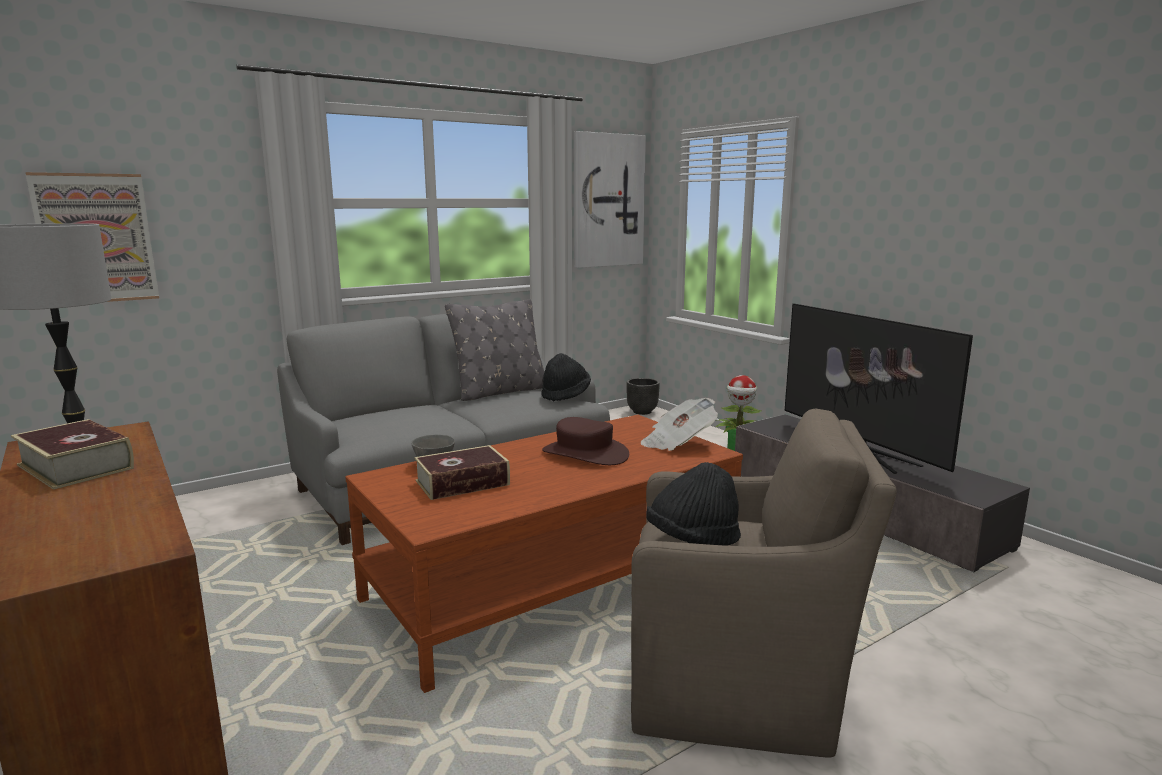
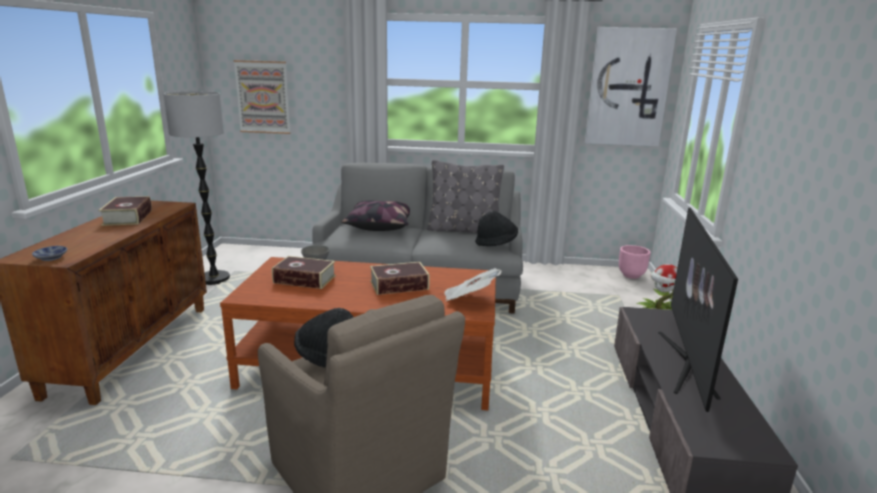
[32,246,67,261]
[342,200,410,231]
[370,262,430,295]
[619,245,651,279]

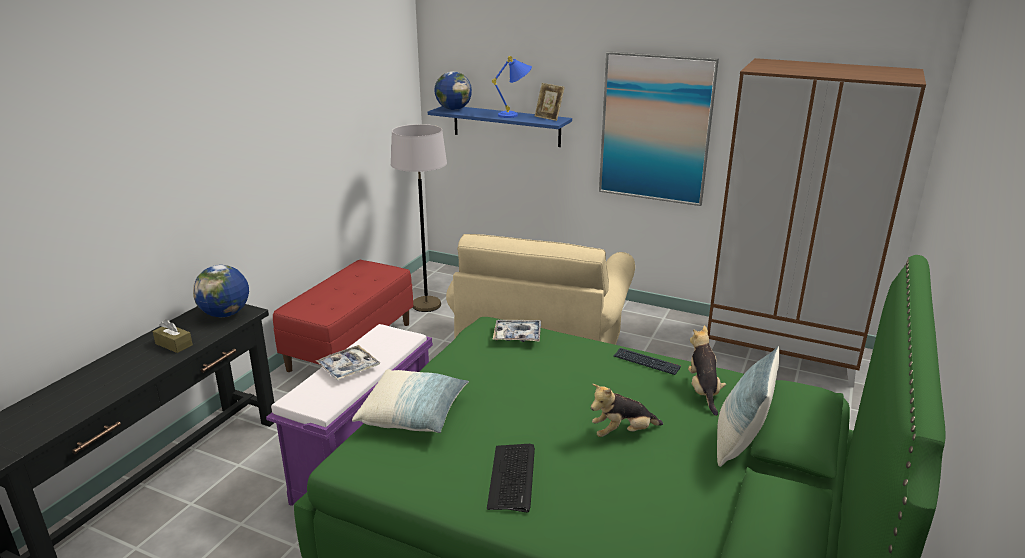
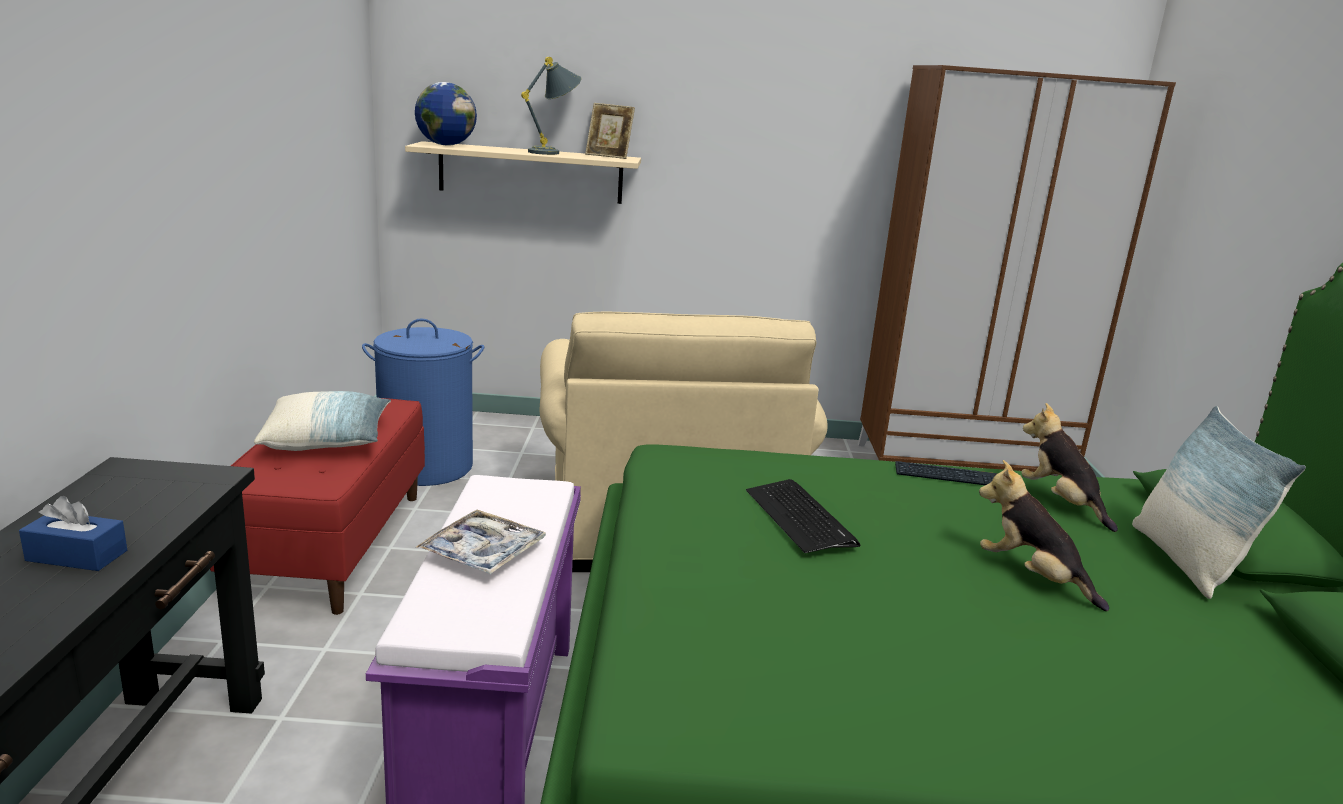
[19,496,127,571]
[254,391,391,451]
[362,318,484,486]
[405,141,641,204]
[521,57,582,155]
[746,479,861,553]
[979,460,1109,611]
[193,265,249,317] (first image)
[492,320,541,342] (first image)
[599,51,719,206] (first image)

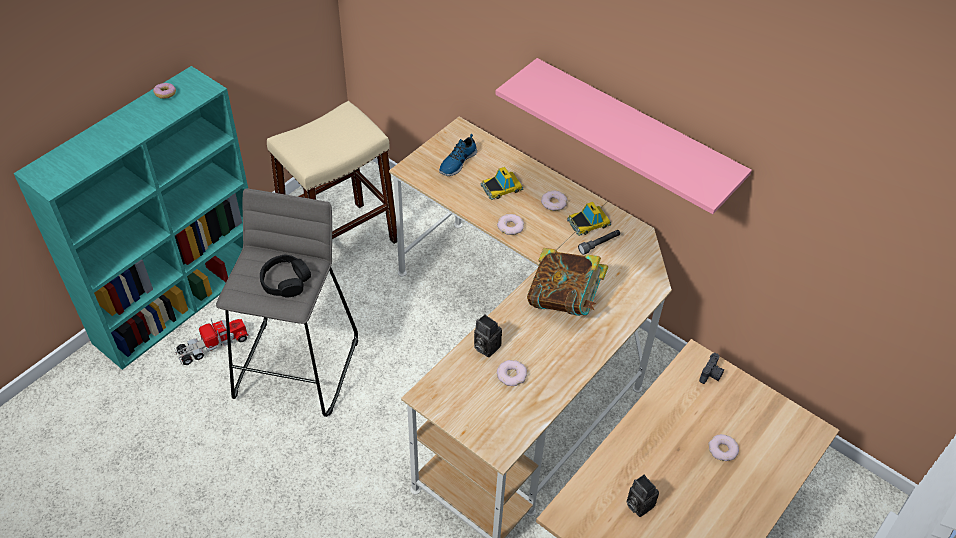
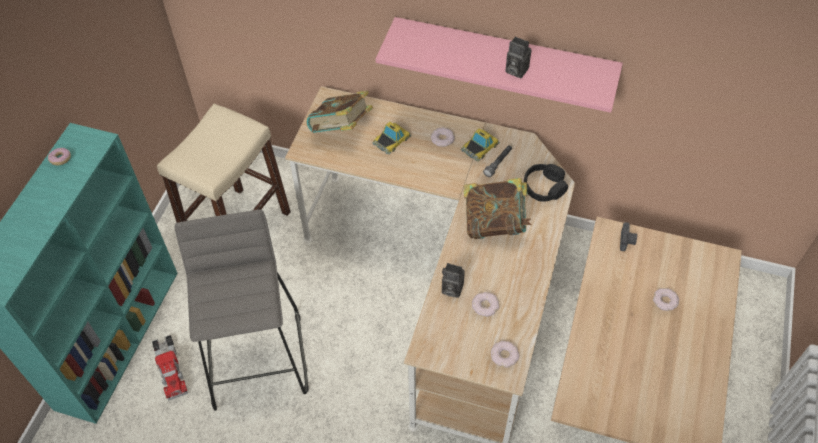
[152,335,188,400]
[307,90,373,133]
[490,341,519,368]
[505,36,531,78]
[524,164,568,202]

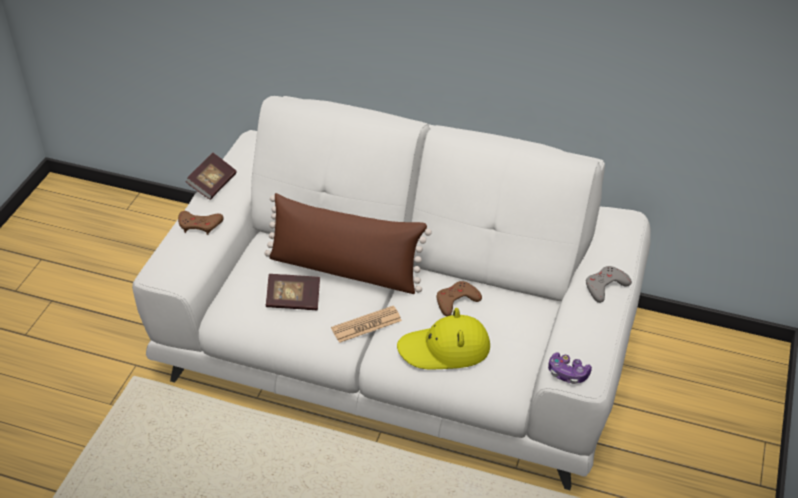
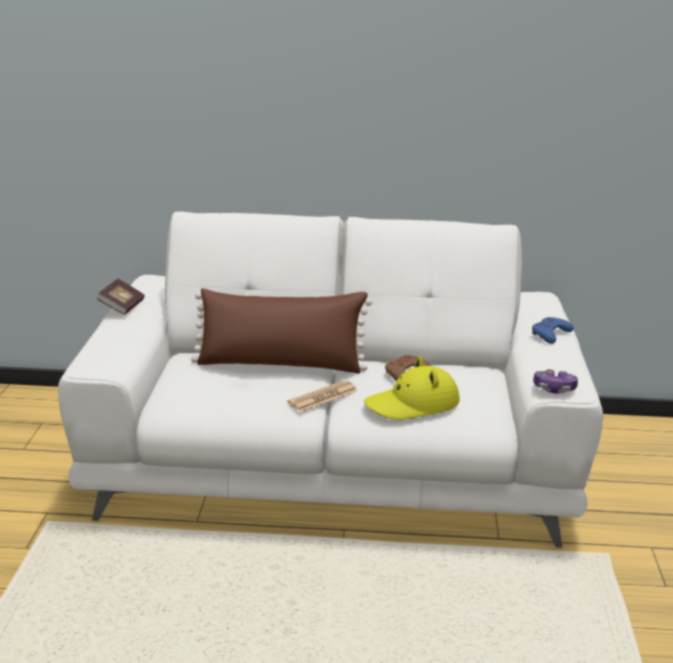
[532,317,574,344]
[178,211,224,235] (first image)
[266,274,320,310] (first image)

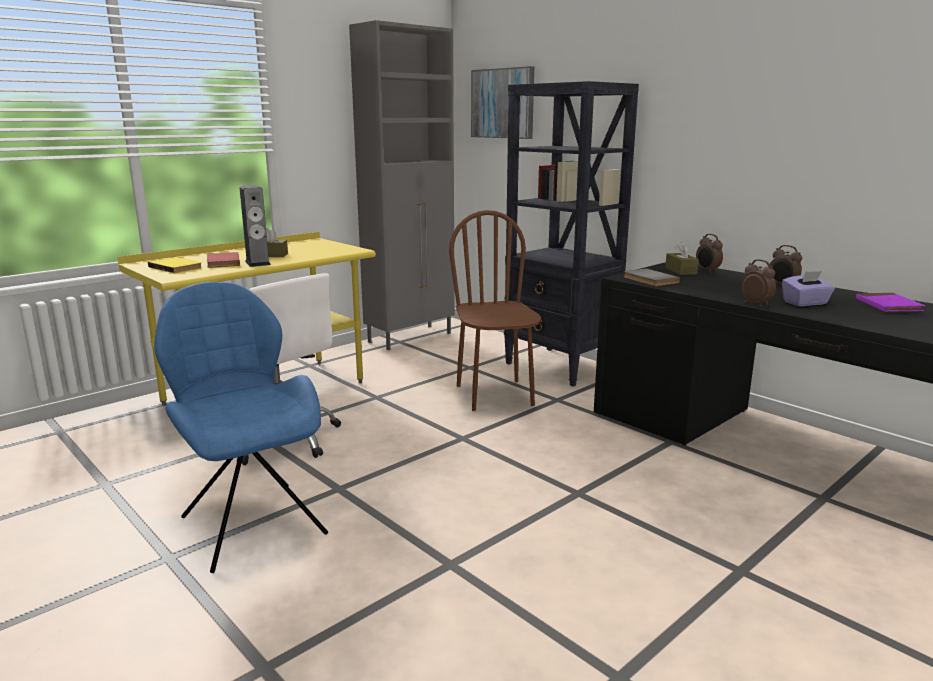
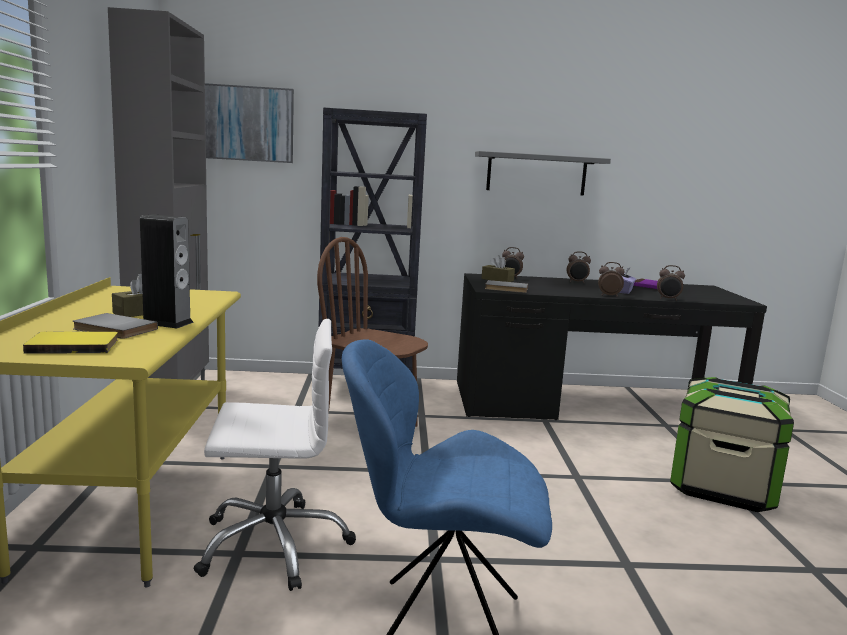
[73,313,158,339]
[475,151,611,196]
[657,265,685,301]
[670,377,794,512]

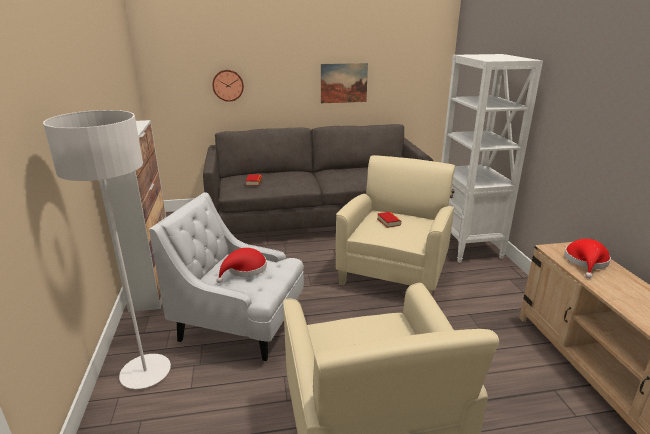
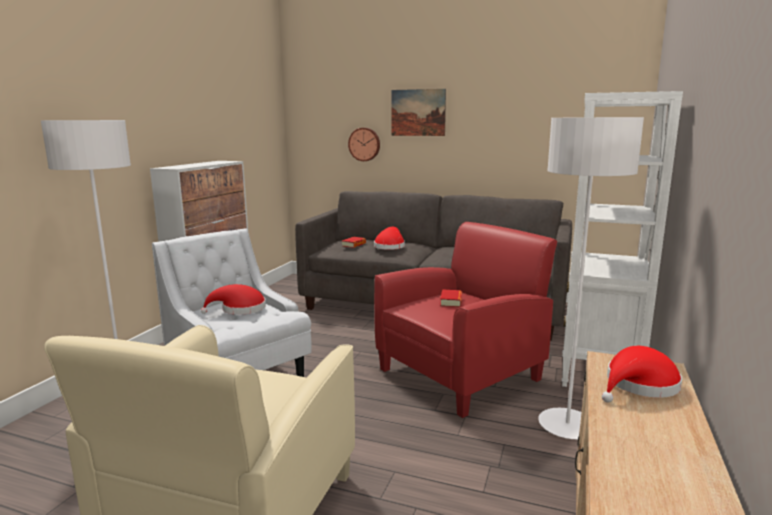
[374,222,557,418]
[374,227,405,250]
[391,89,446,136]
[538,117,644,439]

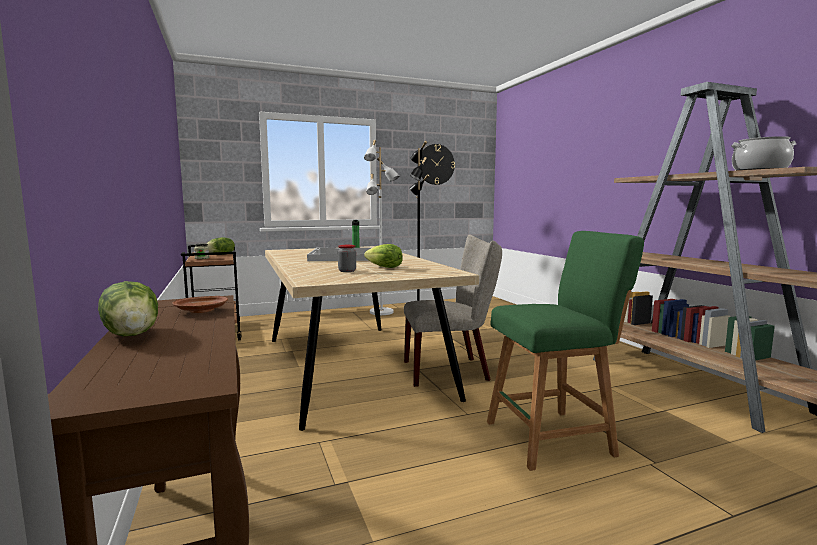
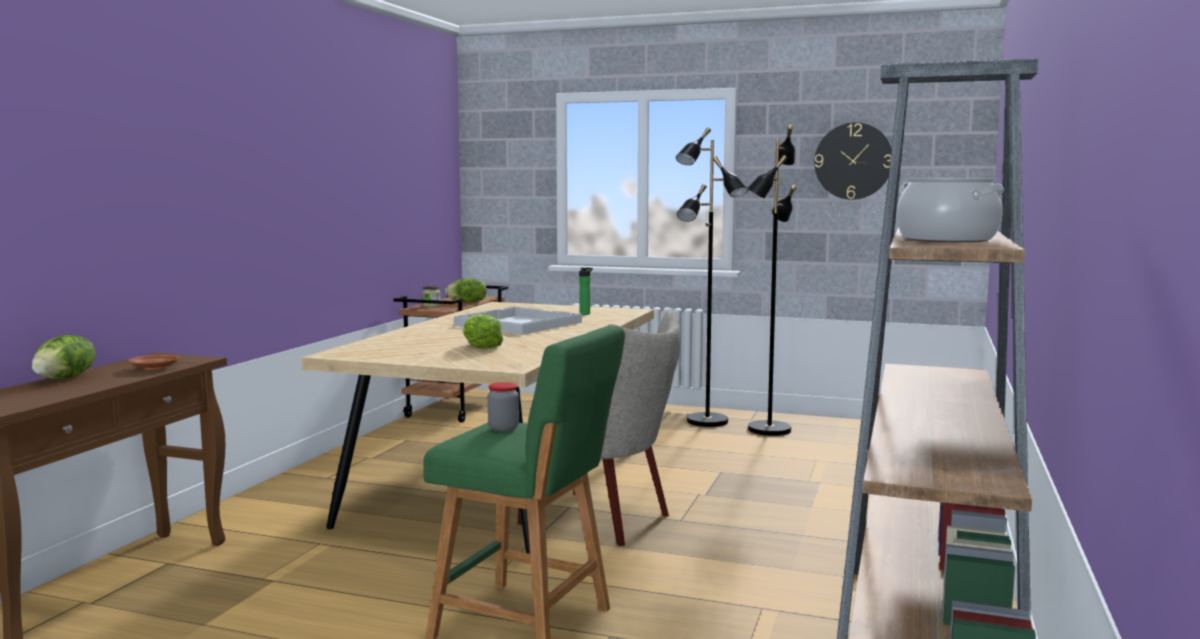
[488,382,519,431]
[676,127,749,427]

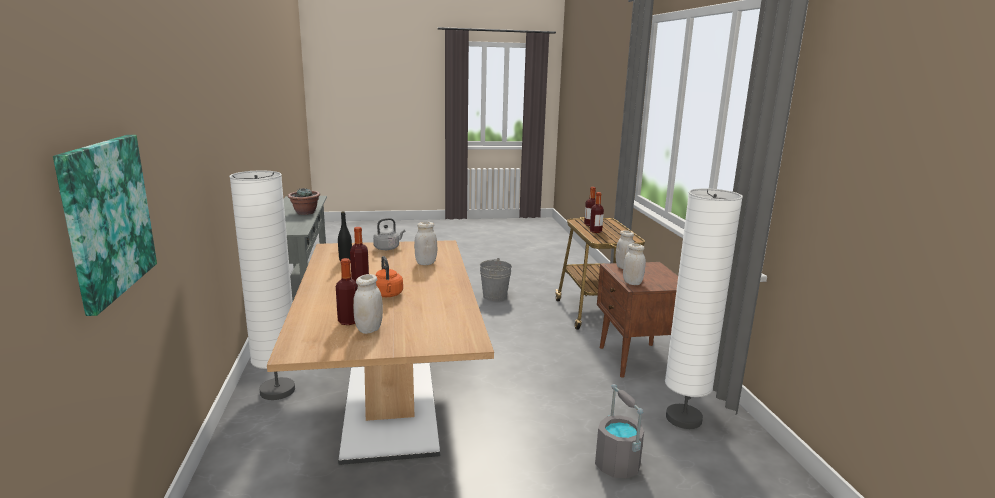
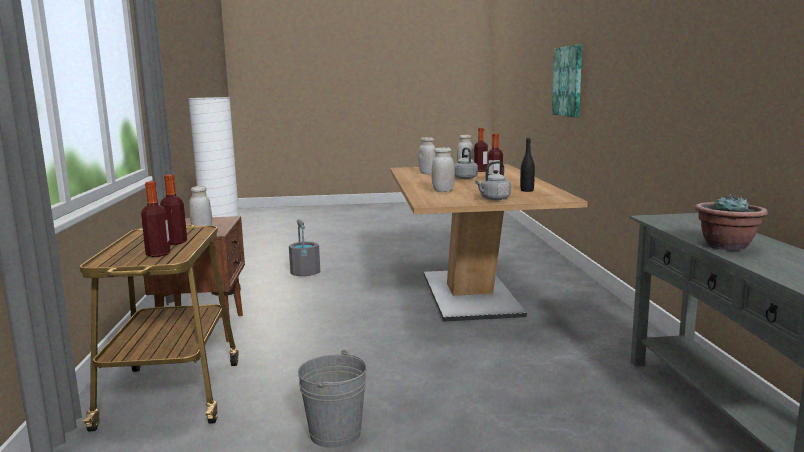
[418,137,436,174]
[454,147,478,179]
[229,170,295,400] (first image)

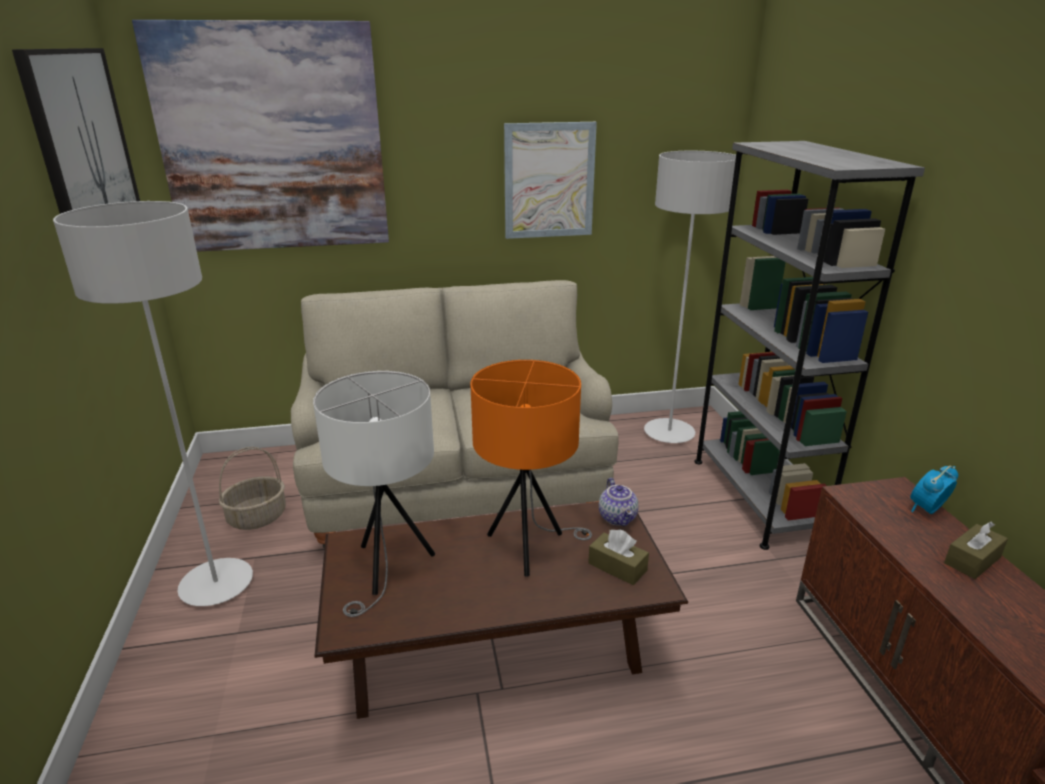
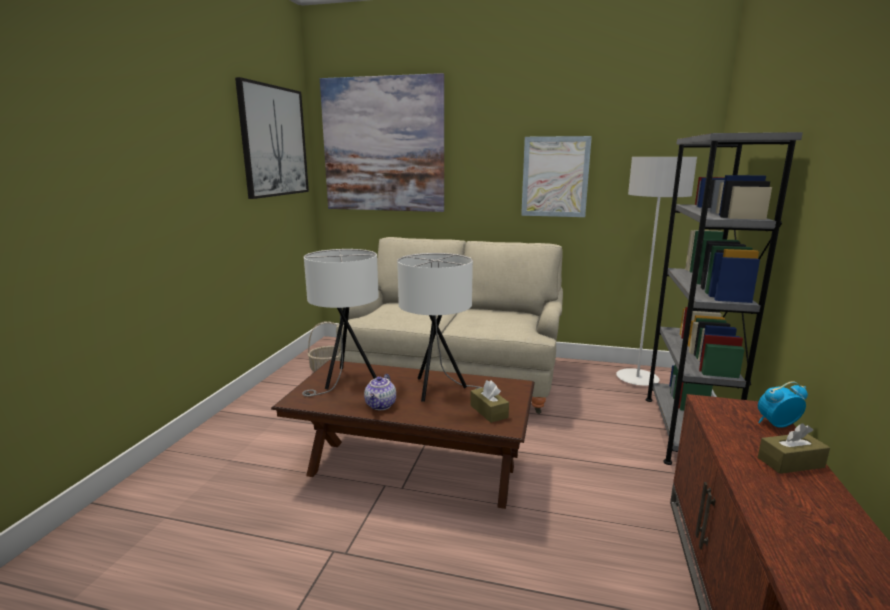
[364,374,396,410]
[397,253,483,402]
[53,201,253,606] (first image)

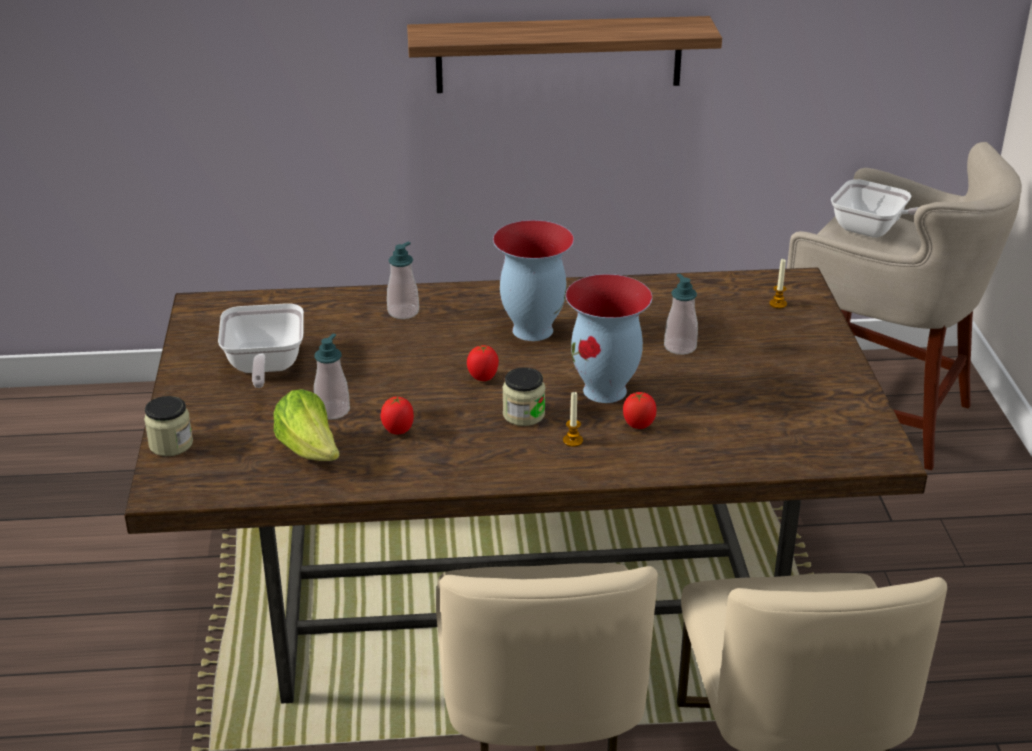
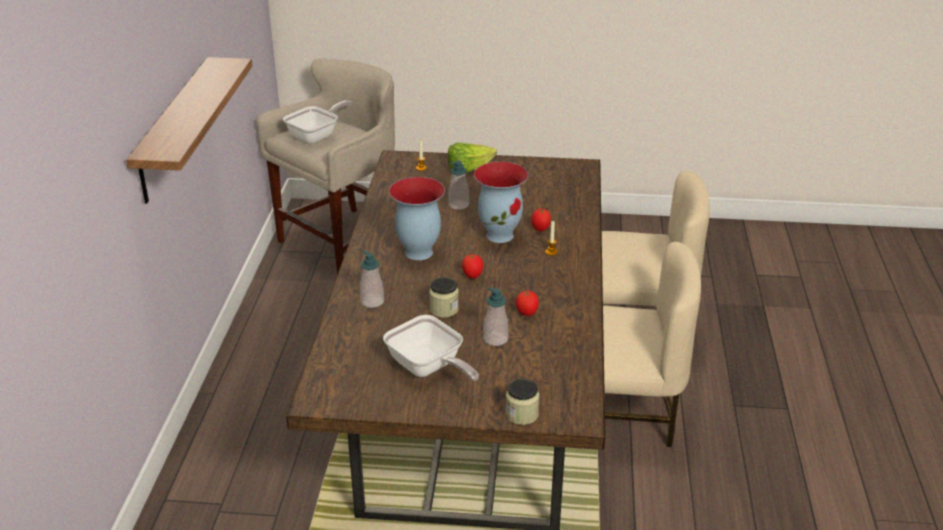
[383,315,479,381]
[429,278,459,318]
[447,143,497,173]

